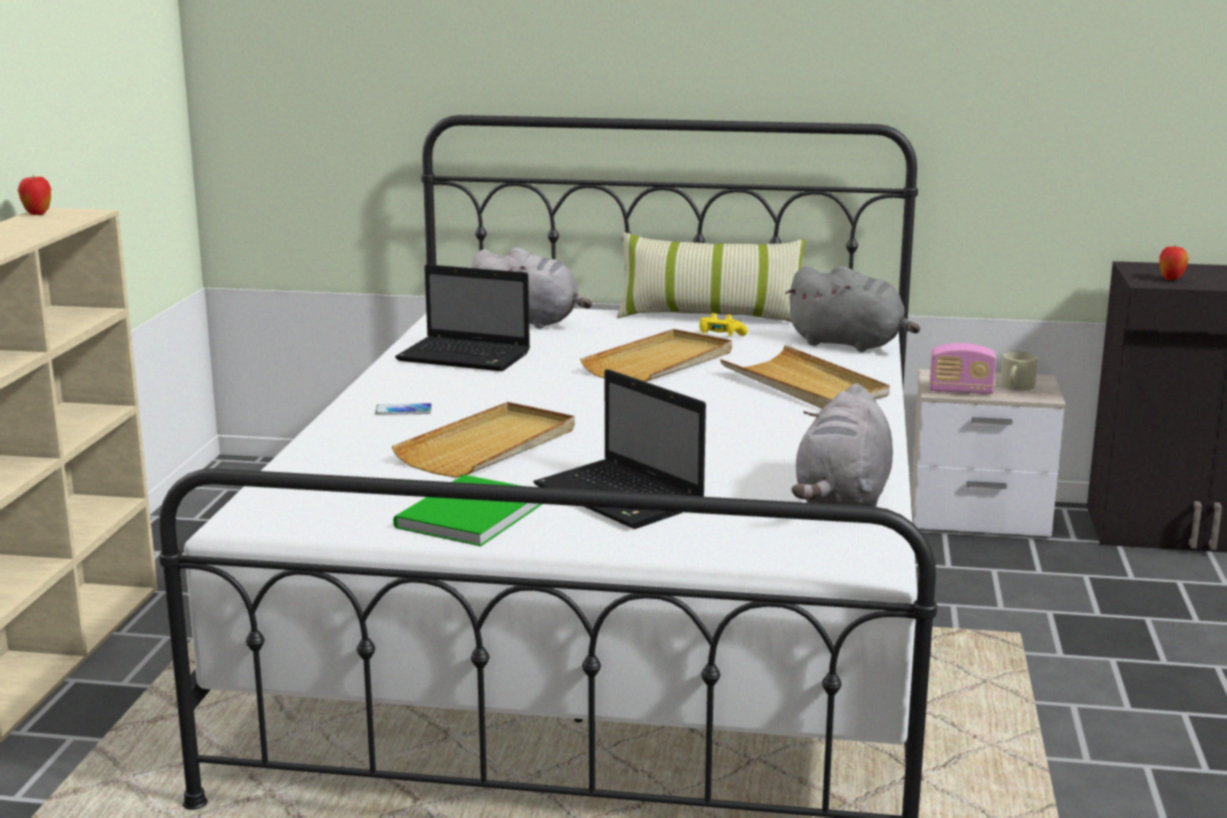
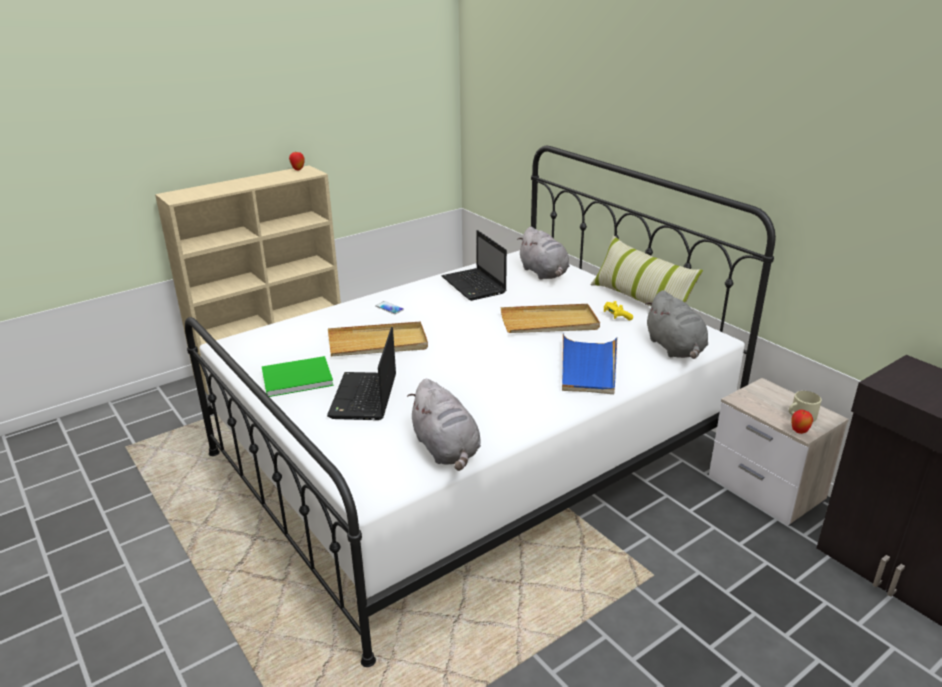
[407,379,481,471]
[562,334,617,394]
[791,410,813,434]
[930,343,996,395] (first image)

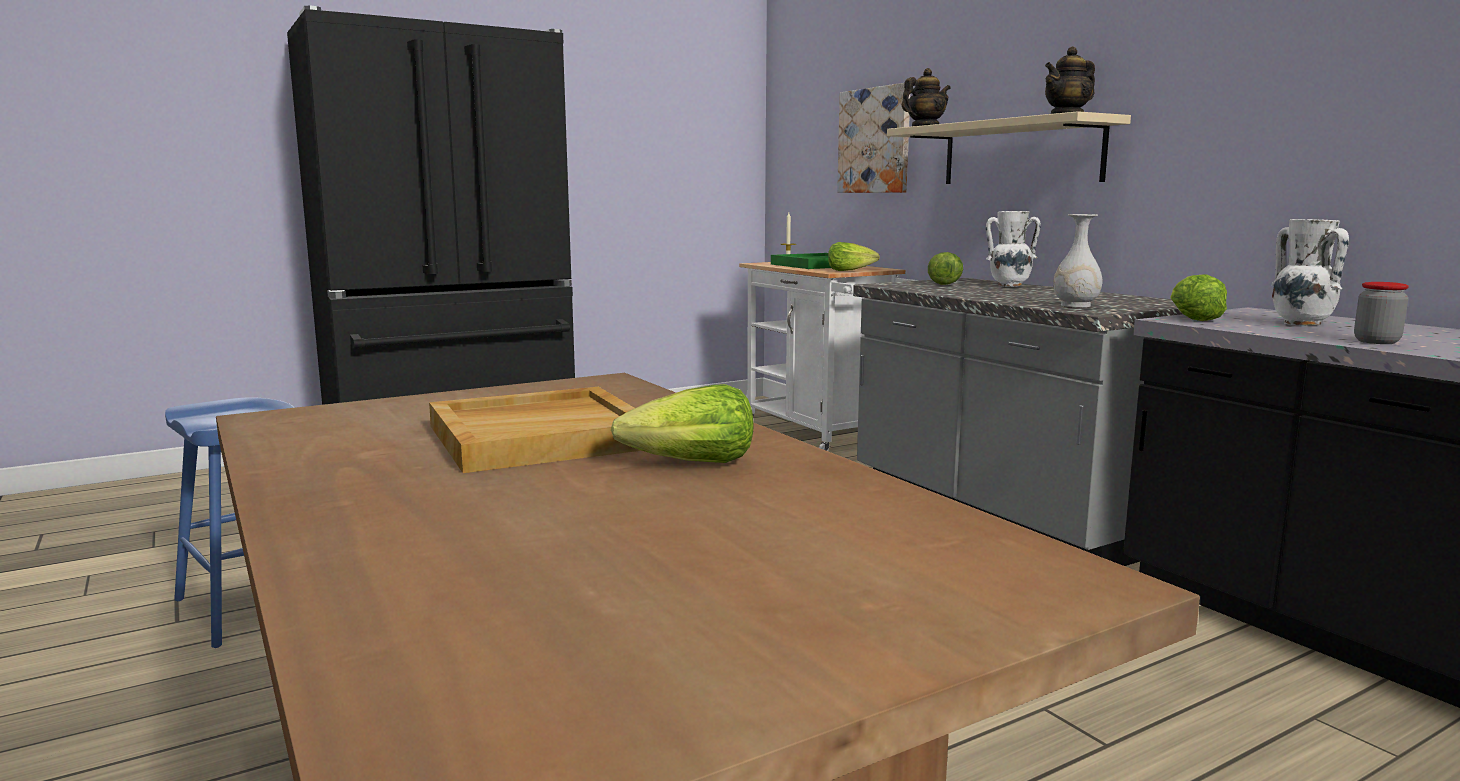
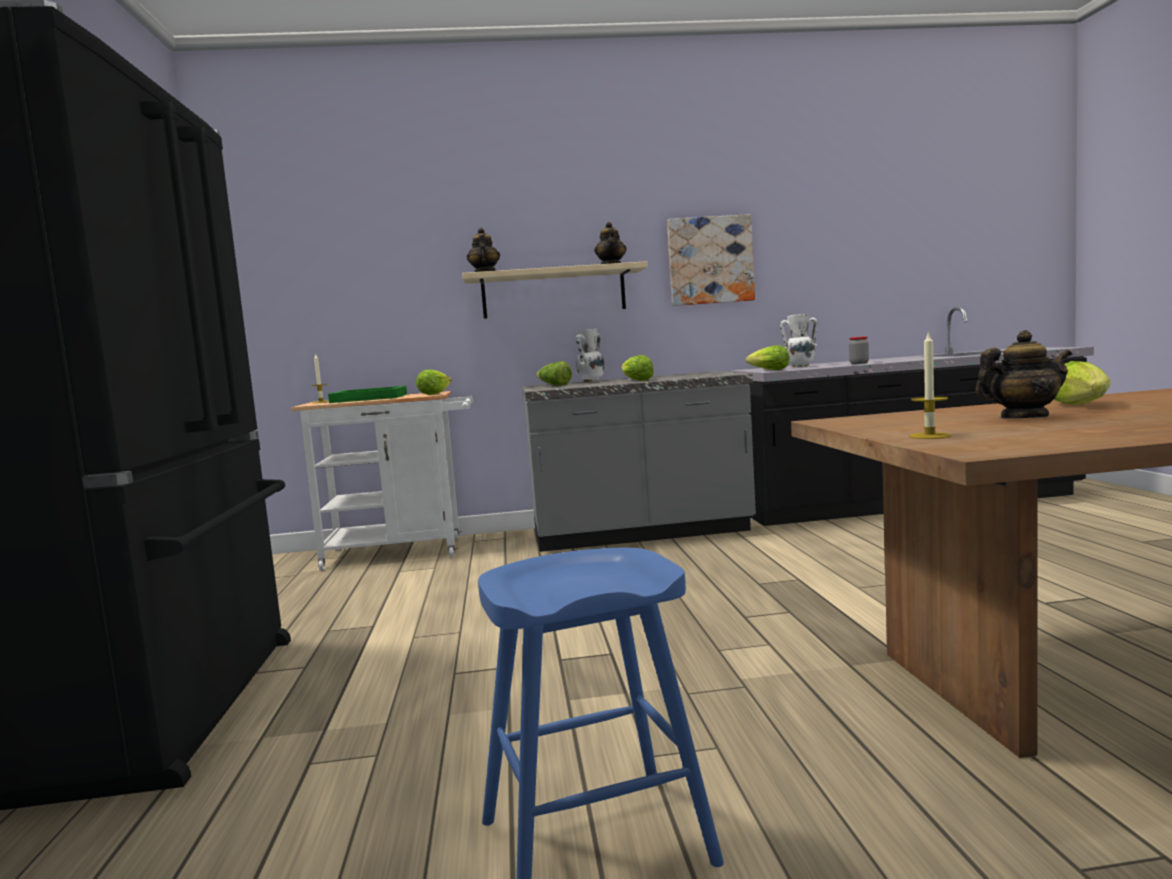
[622,355,654,381]
[667,214,755,306]
[909,331,952,439]
[975,330,1072,418]
[1053,214,1103,308] (first image)

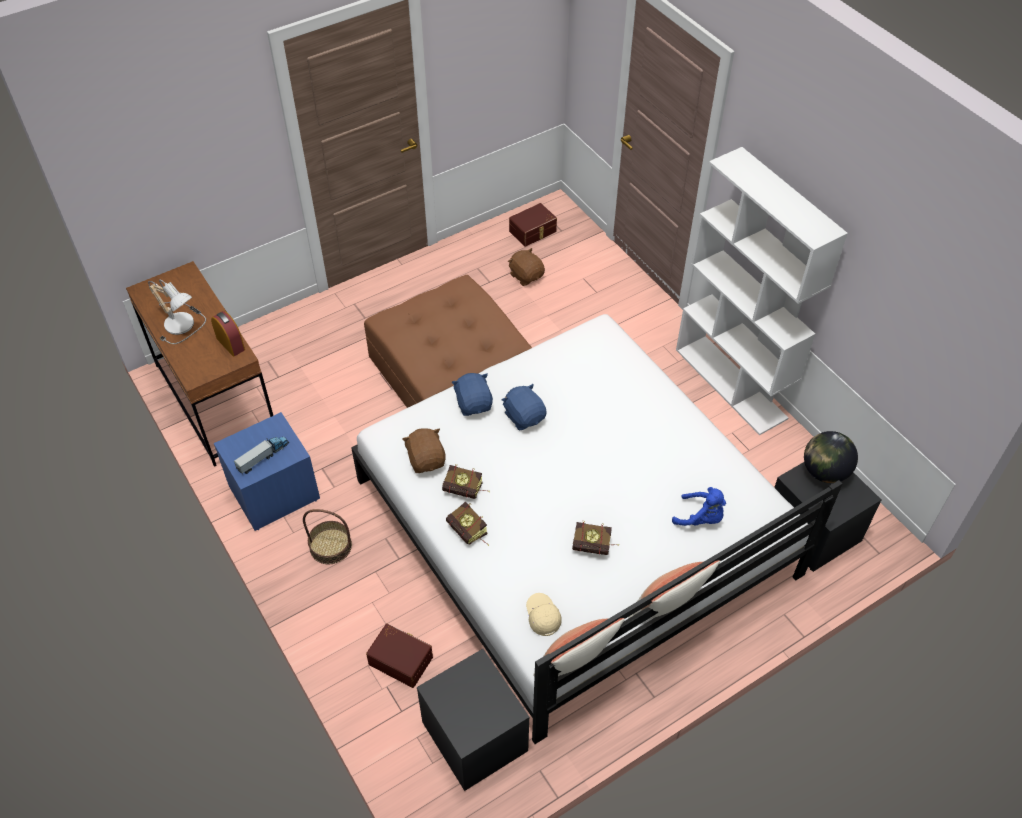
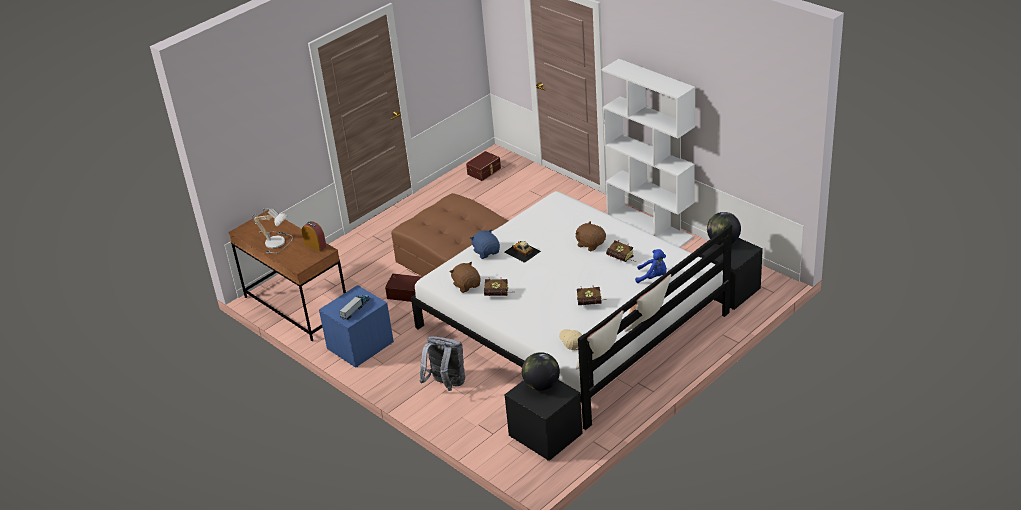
[385,273,422,302]
[420,336,465,391]
[505,241,541,263]
[522,352,560,391]
[576,221,606,251]
[606,240,637,262]
[303,509,352,564] (first image)

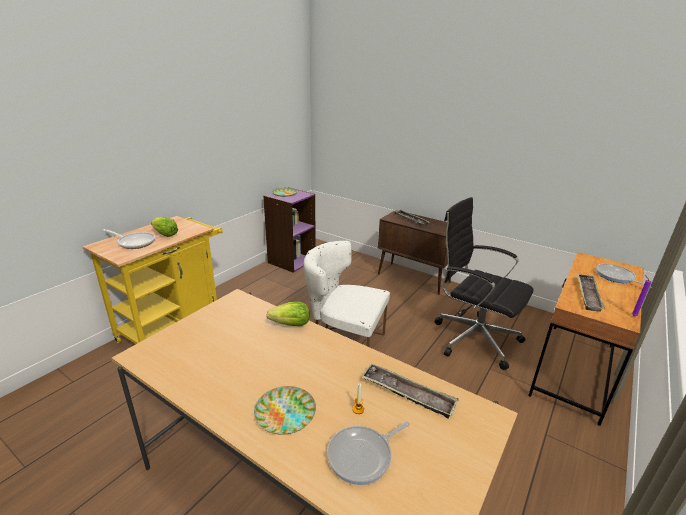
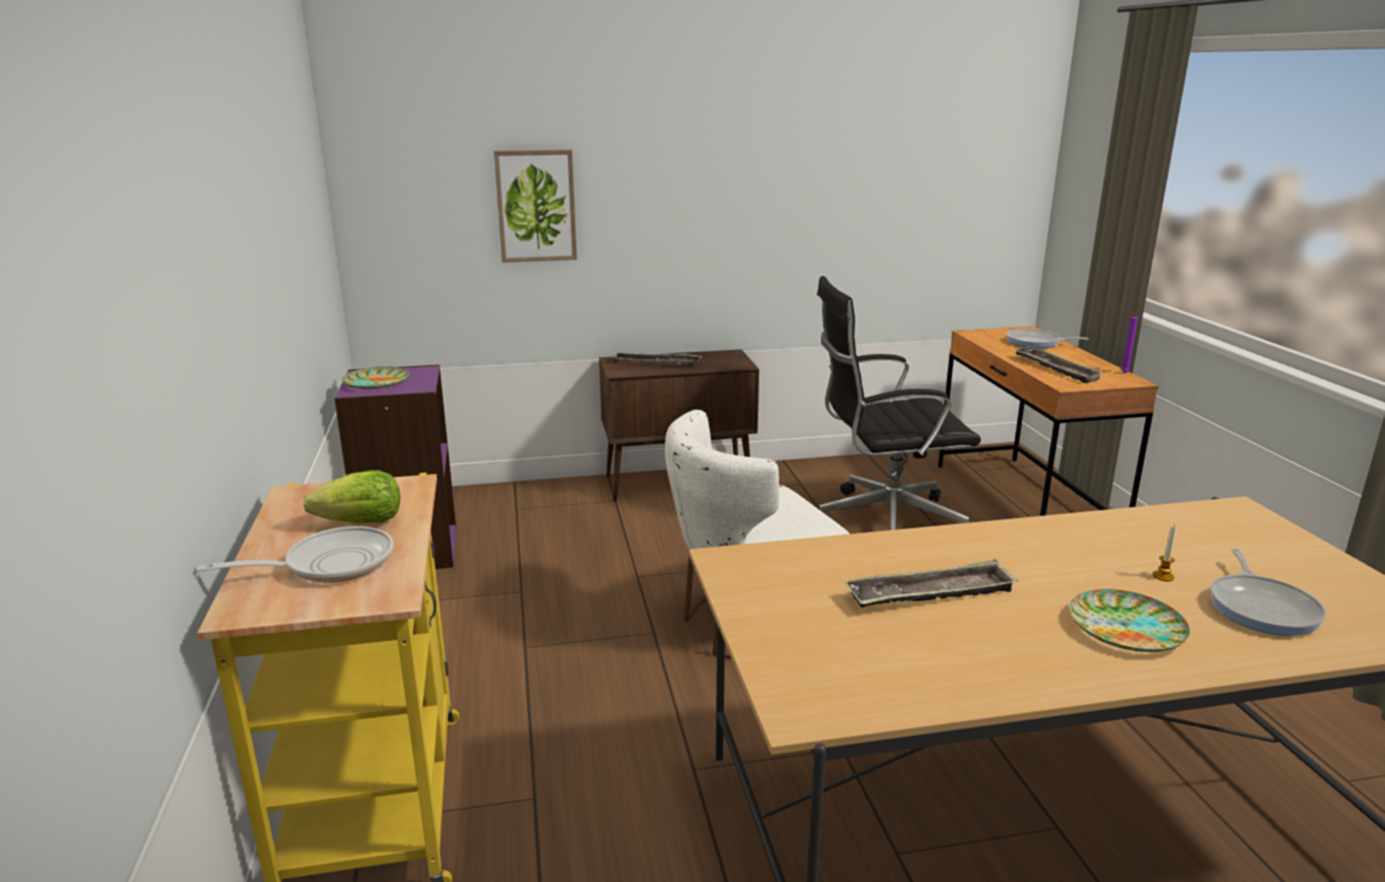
[494,150,577,263]
[844,559,1018,607]
[267,302,310,326] (first image)

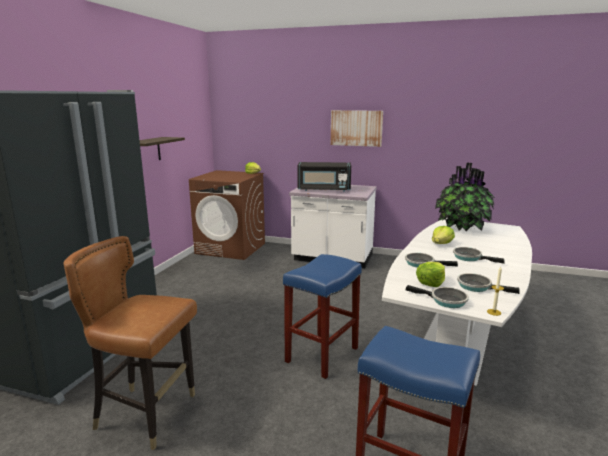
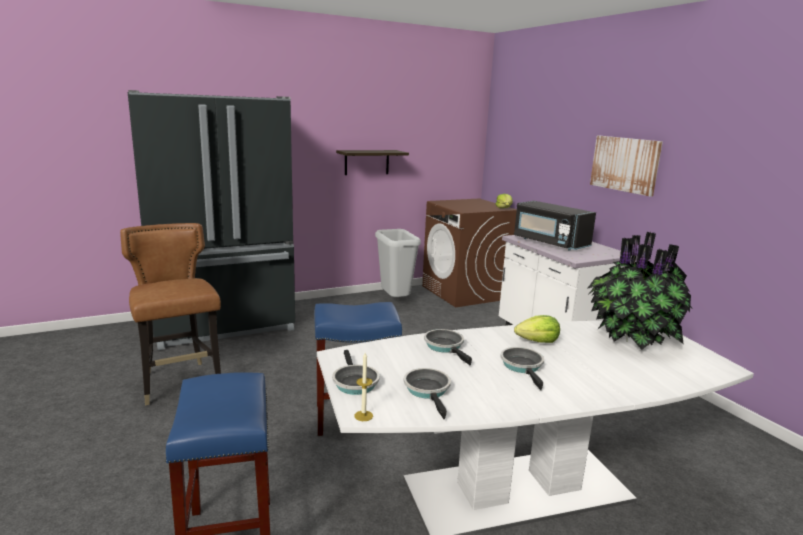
[375,229,421,297]
[416,262,445,287] (first image)

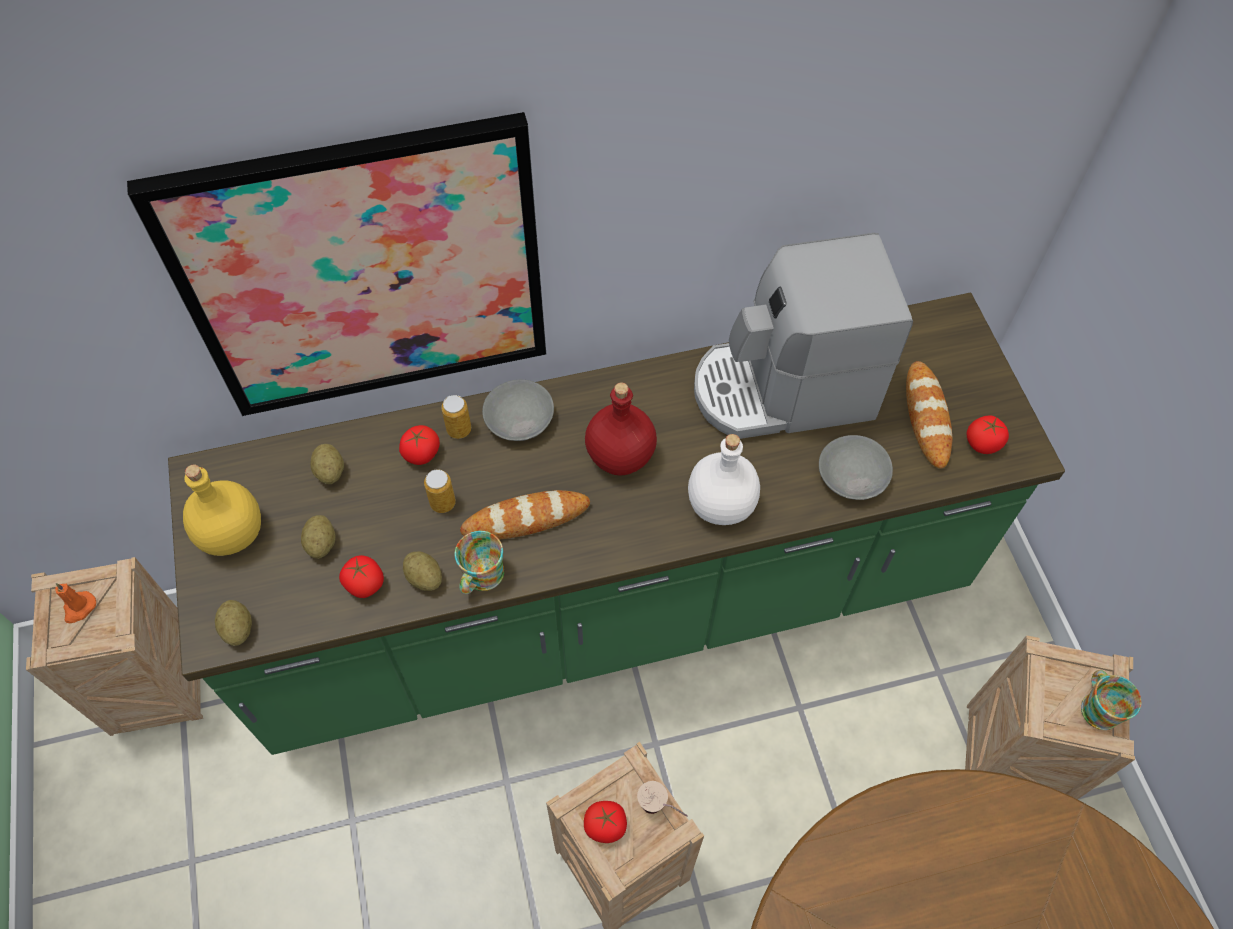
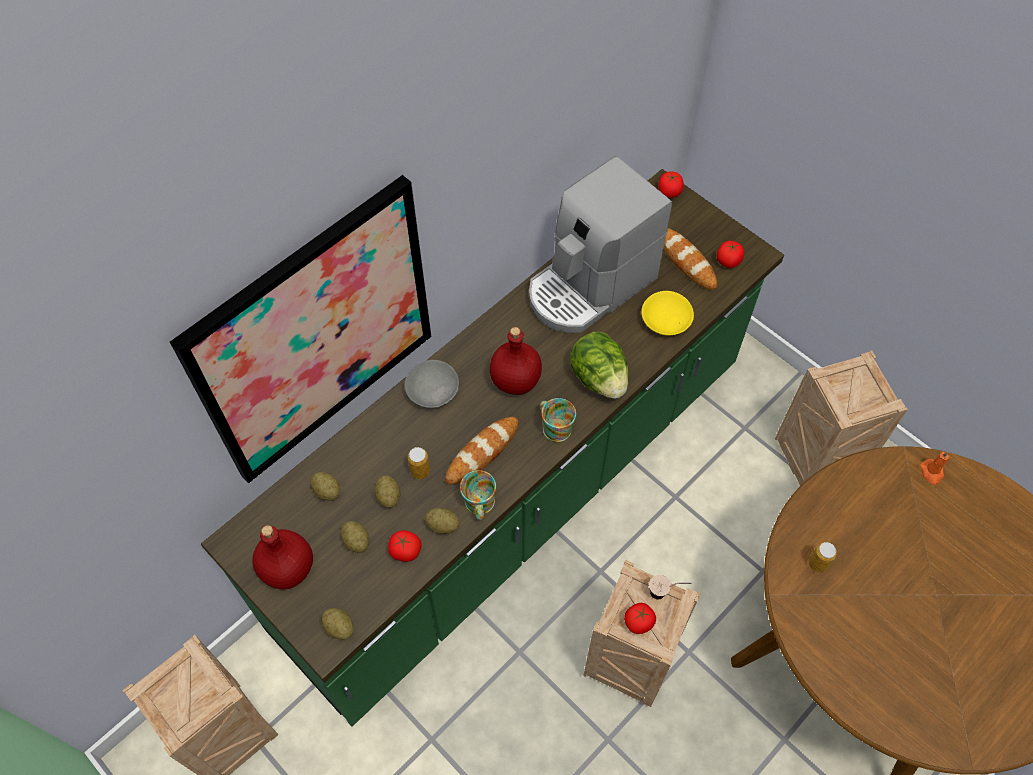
[252,525,313,590]
[375,475,401,508]
[540,398,576,442]
[570,332,629,399]
[641,291,694,336]
[658,171,684,198]
[808,542,837,572]
[920,452,949,485]

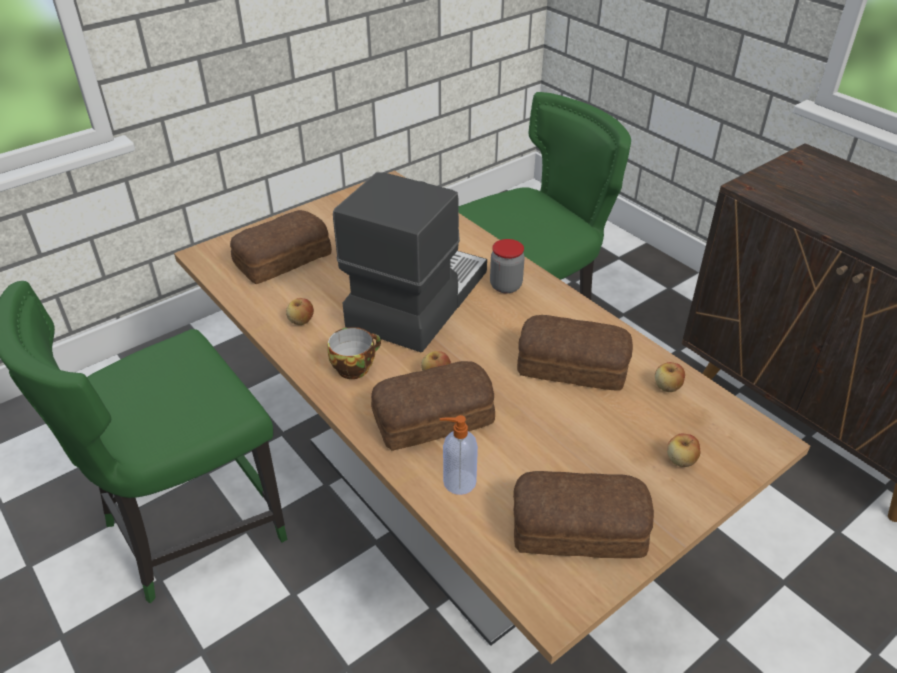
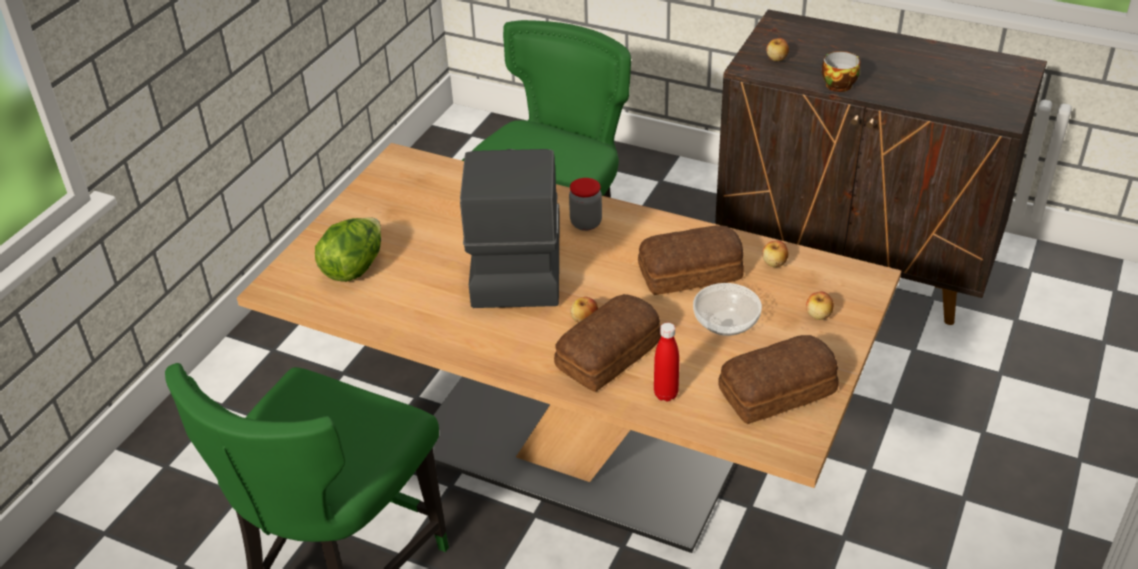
[315,217,381,282]
[654,323,679,401]
[693,283,762,336]
[766,38,789,61]
[822,51,860,92]

